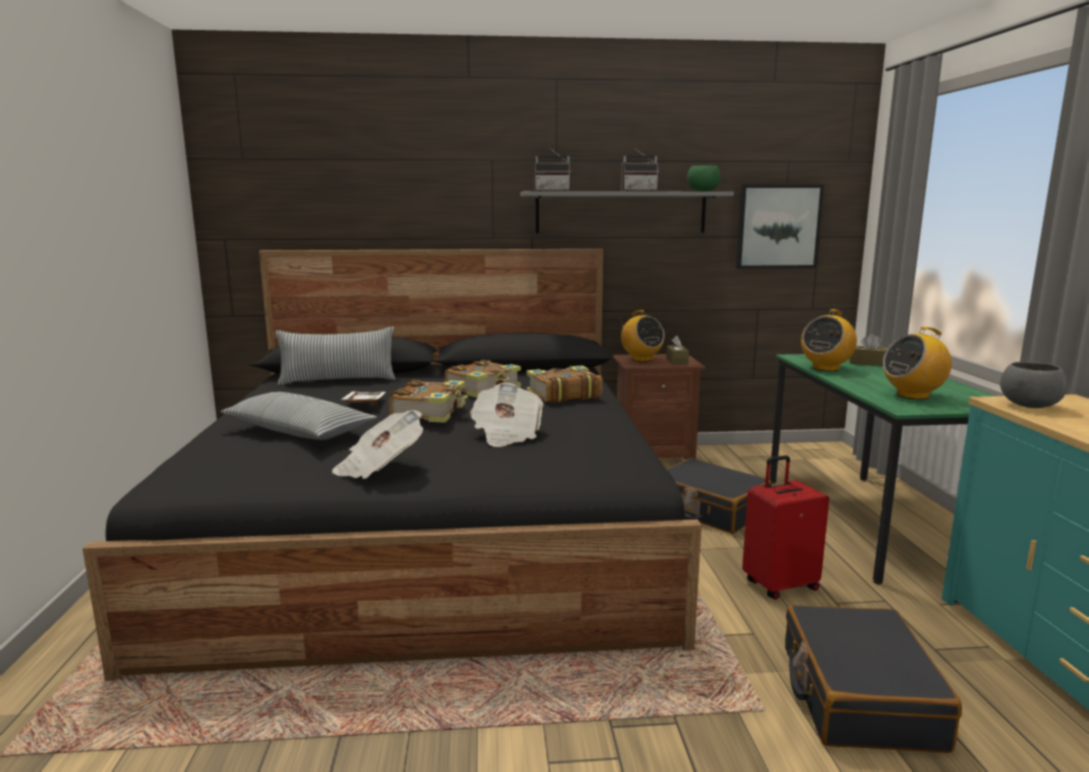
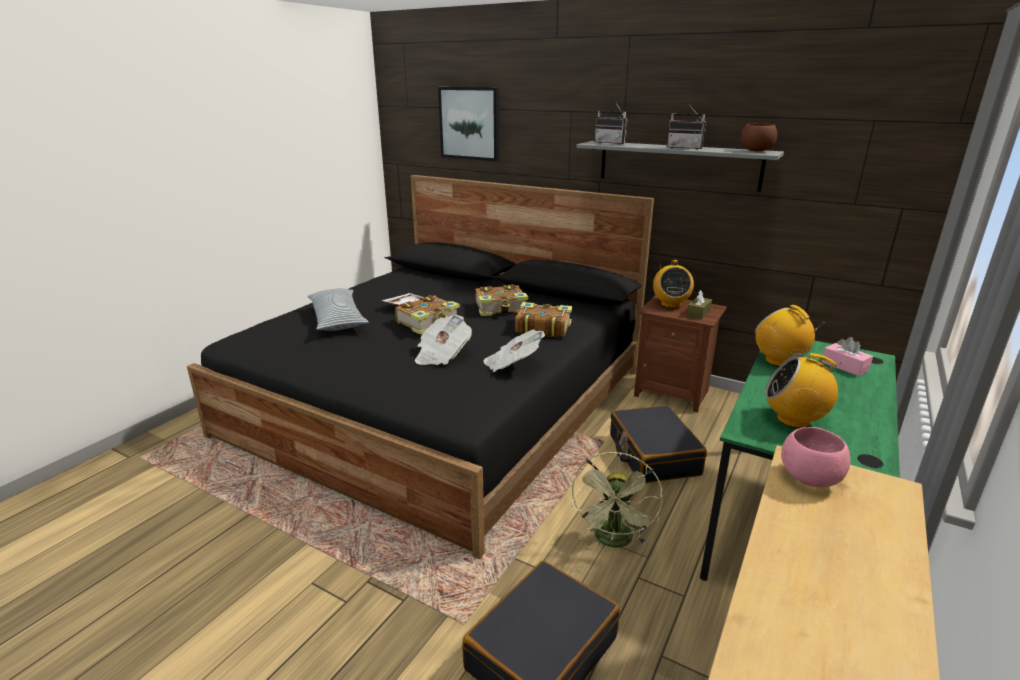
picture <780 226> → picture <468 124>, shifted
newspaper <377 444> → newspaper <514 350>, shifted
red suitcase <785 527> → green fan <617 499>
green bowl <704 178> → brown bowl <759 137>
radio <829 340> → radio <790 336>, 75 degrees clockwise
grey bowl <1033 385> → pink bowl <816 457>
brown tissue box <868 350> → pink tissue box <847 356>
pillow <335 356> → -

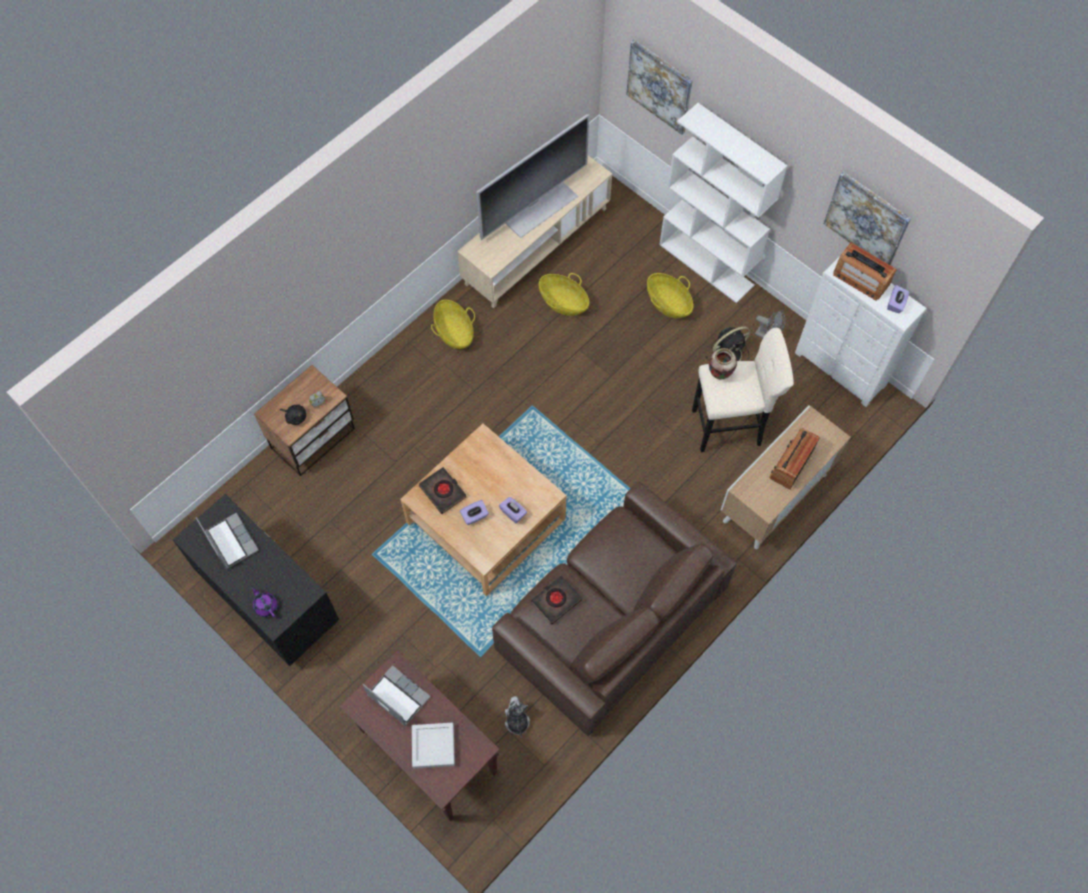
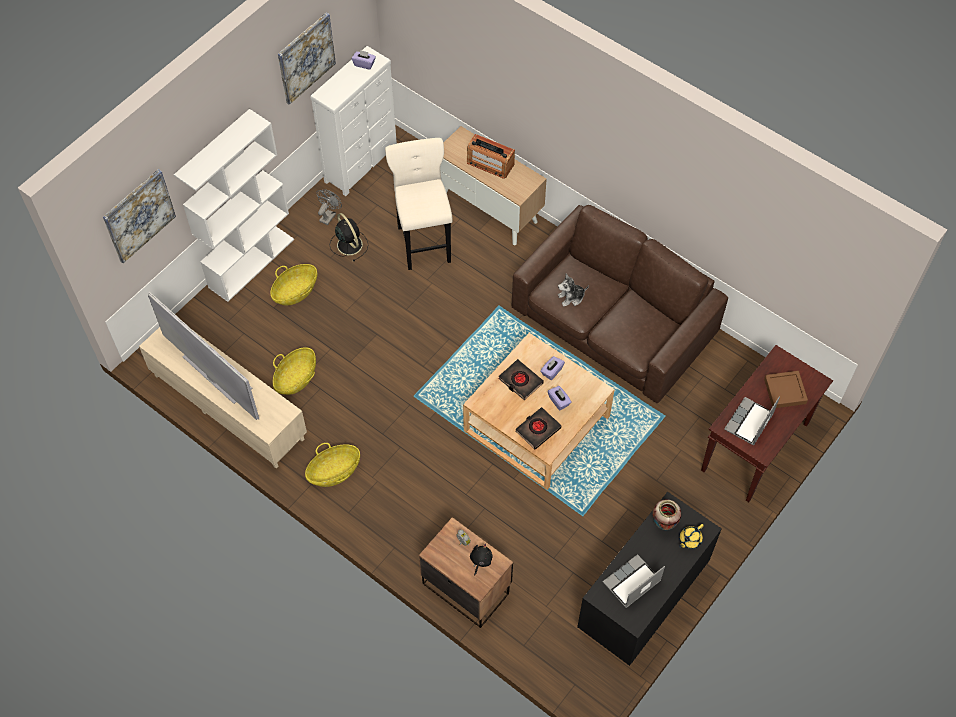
black book <556 600> → black book <521 379>, shifted
plush toy <517 717> → plush toy <573 290>, shifted
vase <723 364> → vase <667 514>, shifted
purple teapot <264 602> → yellow teapot <691 536>
grey tray <433 746> → brown tray <786 389>
radio <865 272> → -

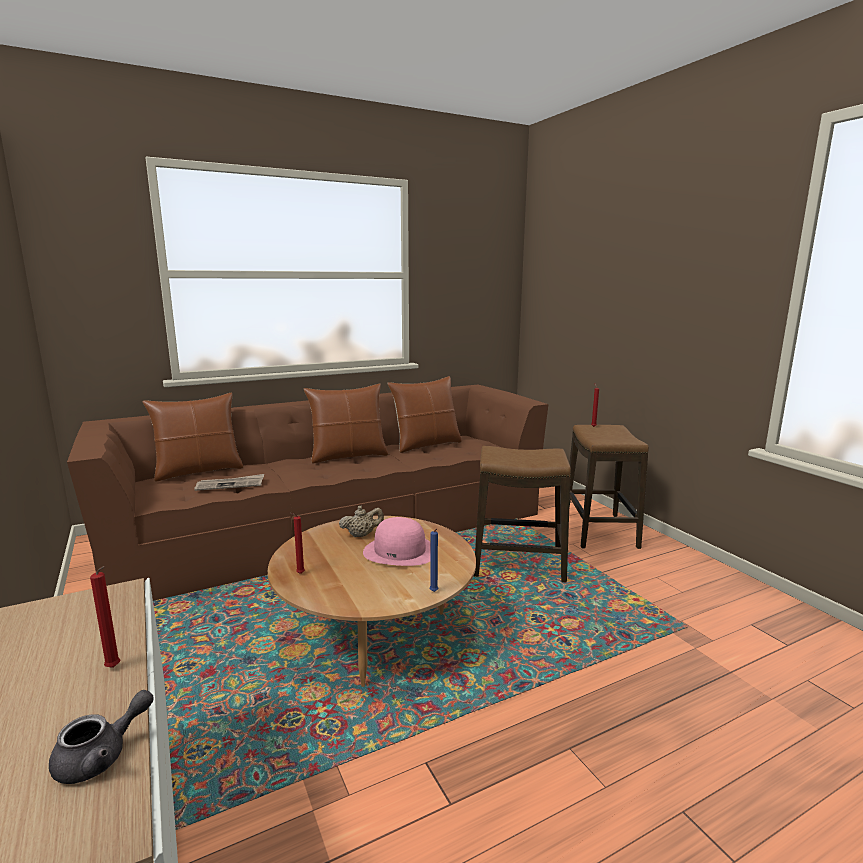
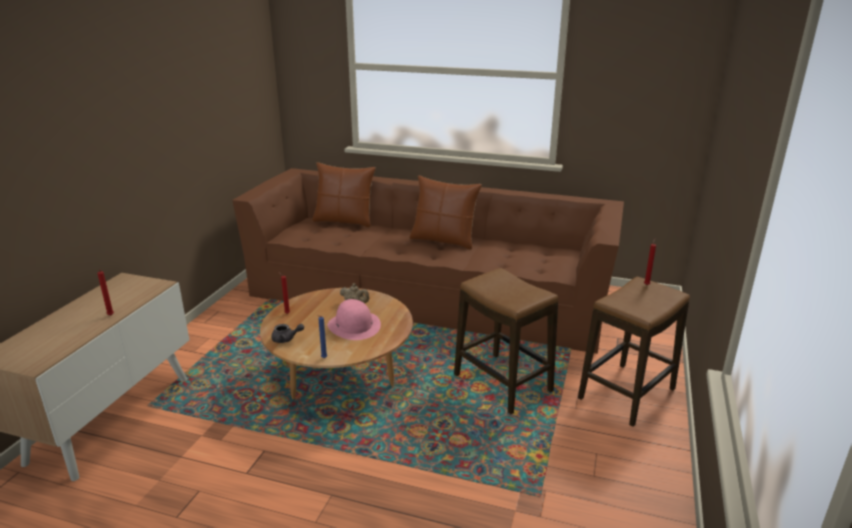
grey teapot <101 737> → grey teapot <287 333>, shifted
newspaper <229 482> → -
brown pillow <424 414> → -

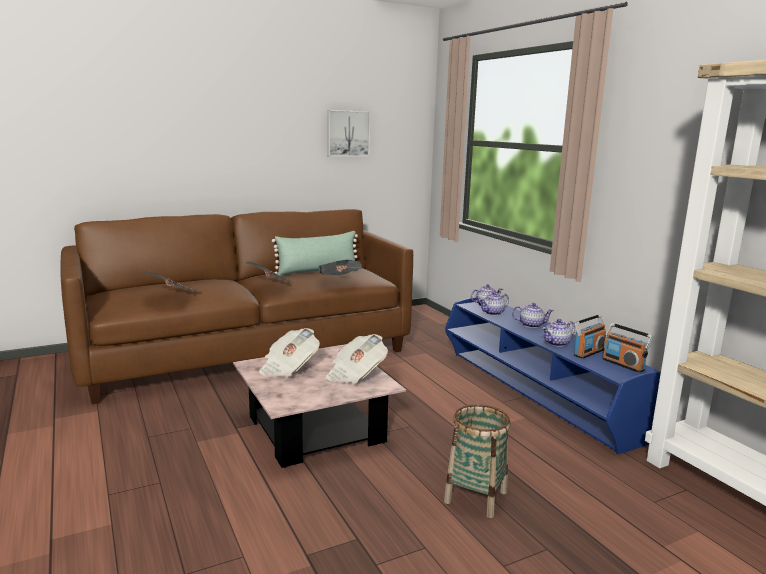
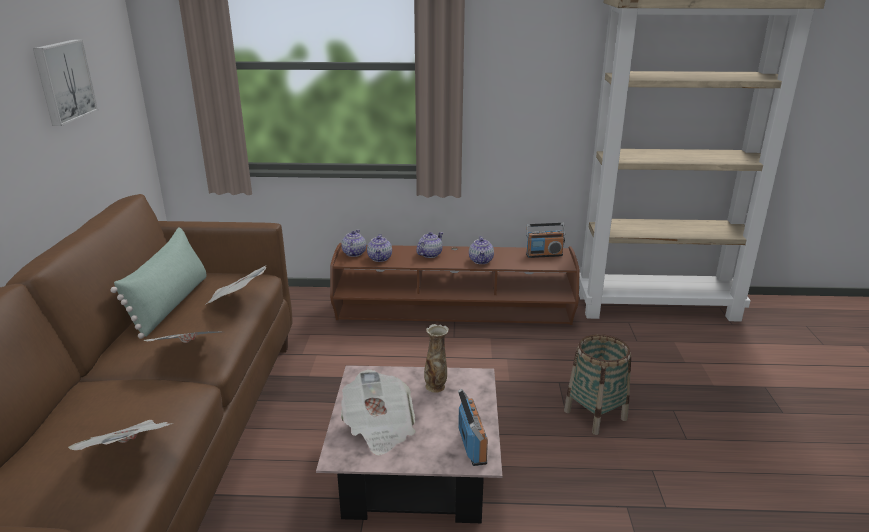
blue tv stand <553 375> → brown tv stand <455 284>
newspaper <357 359> → vase <436 358>
radio <590 336> → radio <473 427>, shifted

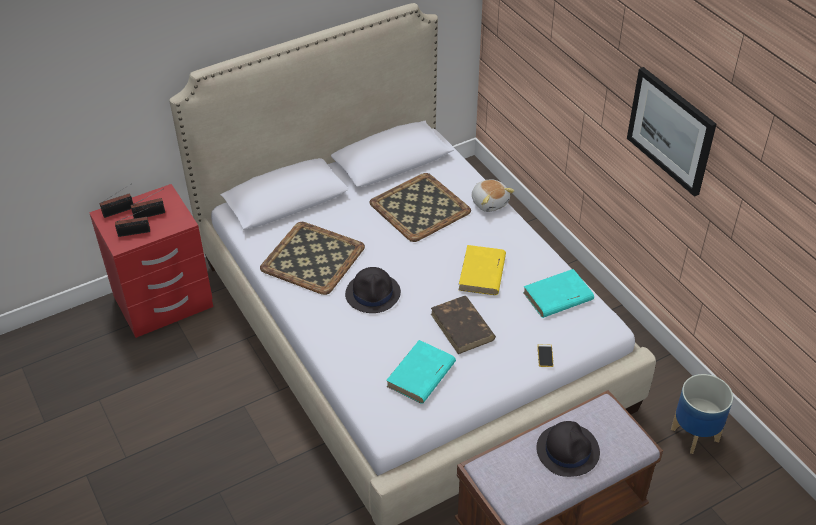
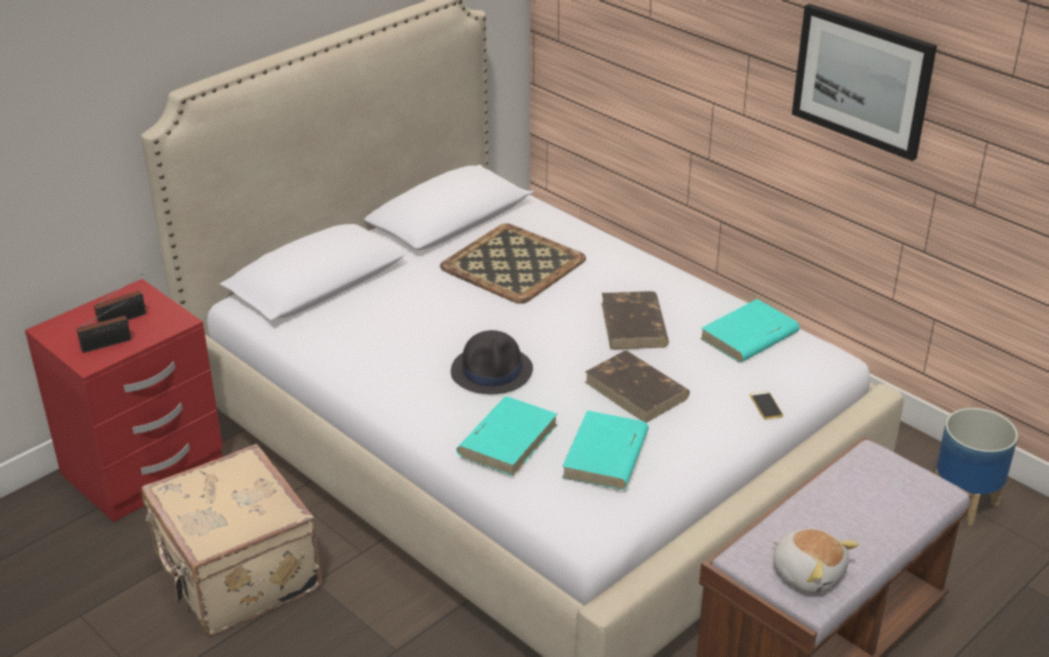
- → beige suitcase <231 539>
- → turquoise book <506 436>
yellow book <482 270> → brown book <635 320>
plush toy <493 195> → plush toy <815 560>, shifted
radio <116 201> → -
tray <312 258> → -
black hat <568 449> → -

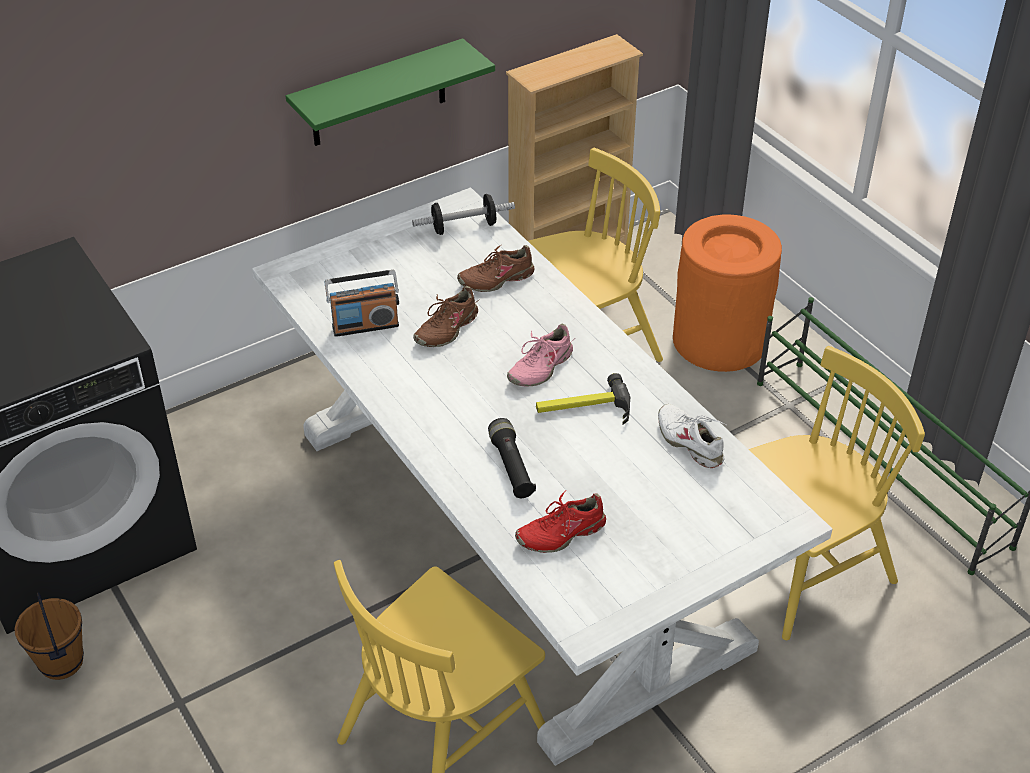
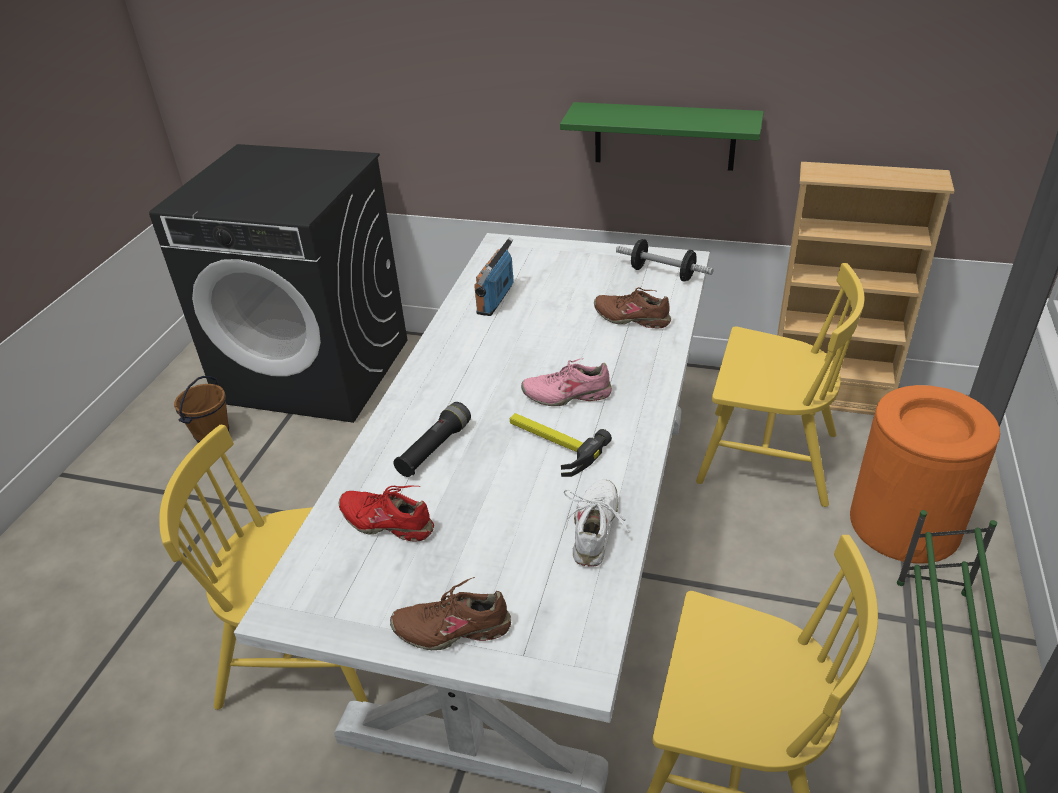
brown shoe <445 316> → brown shoe <450 613>, shifted
radio <362 303> → radio <494 276>, 75 degrees clockwise

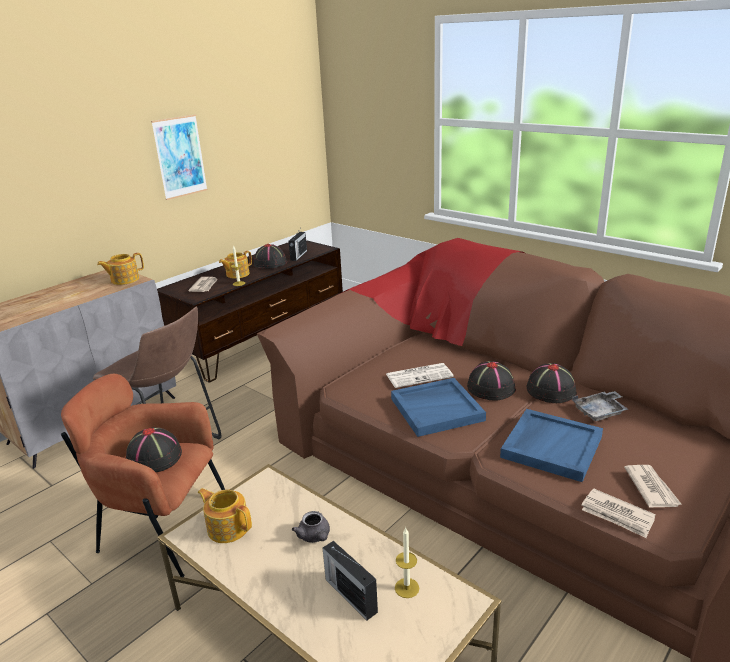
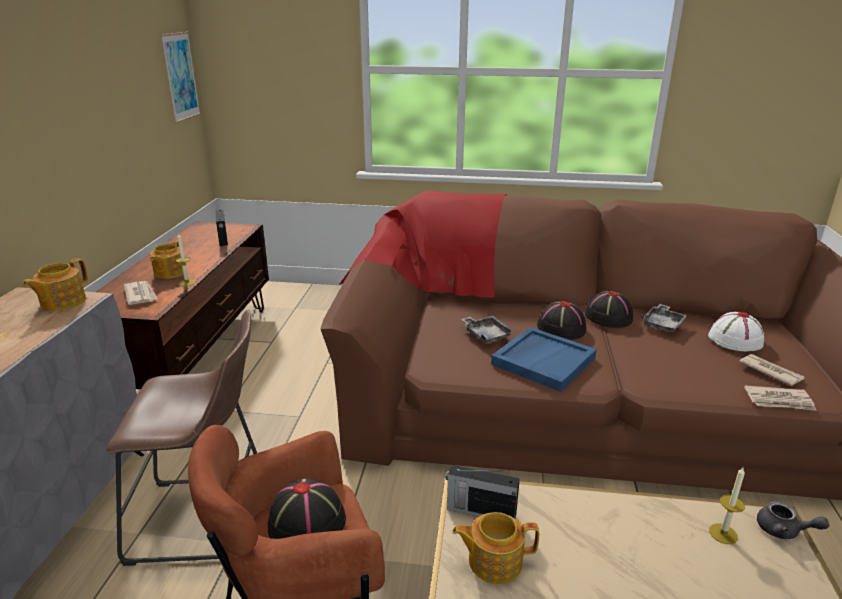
picture <179 157> → picture <181 77>, shifted
radio <350 580> → radio <483 491>, shifted
newspaper <420 375> → grey tray <488 329>
- → white hat <736 331>
grey teapot <311 527> → grey teapot <793 520>, shifted
black hat <270 256> → -
blue tray <551 445> → -

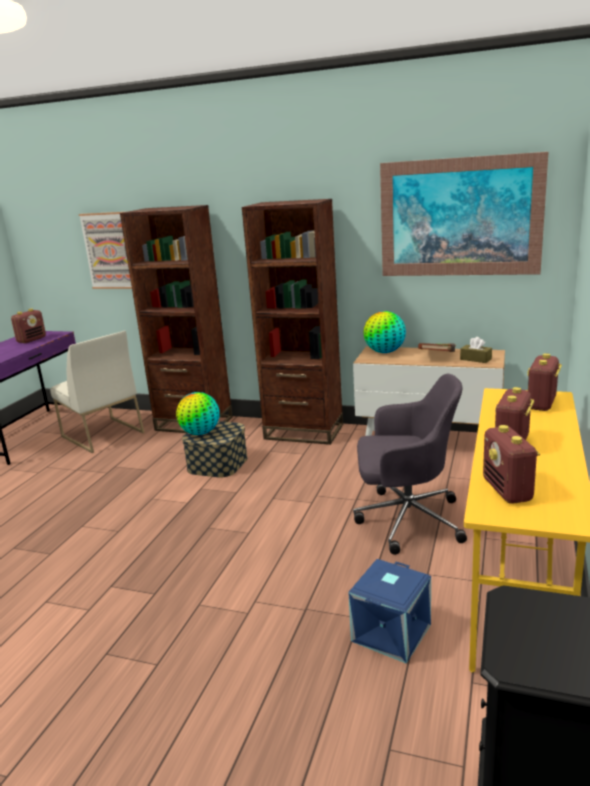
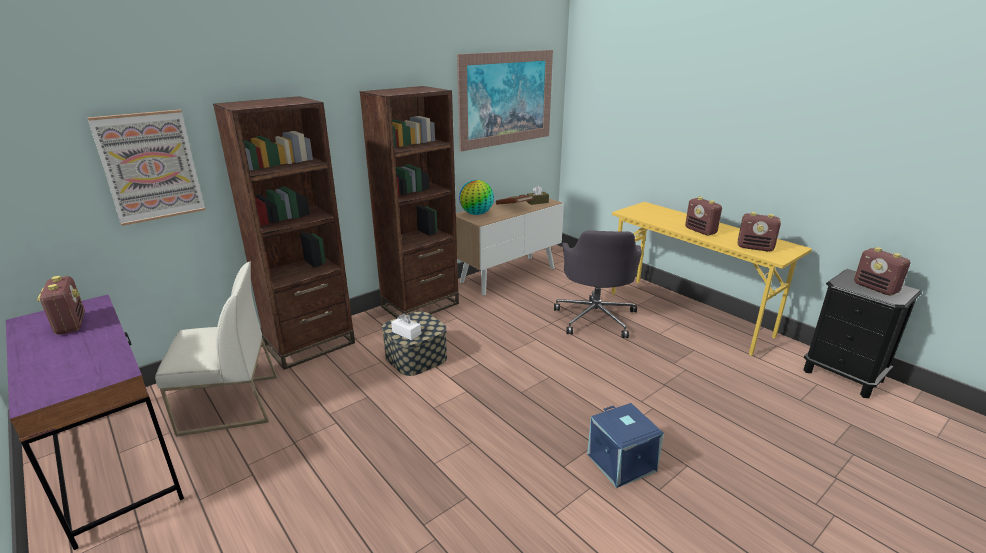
globe <198 413> → white tissue box <406 326>
grey office chair <410 464> → grey office chair <598 284>, 150 degrees clockwise
blue storage box <389 611> → blue storage box <625 445>, shifted
radio <544 382> → radio <882 271>, shifted

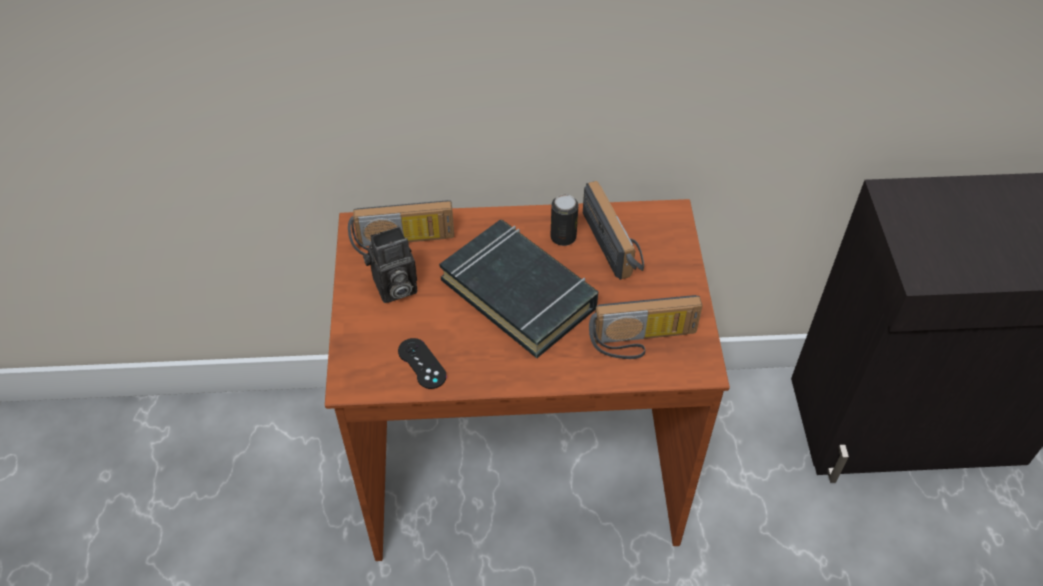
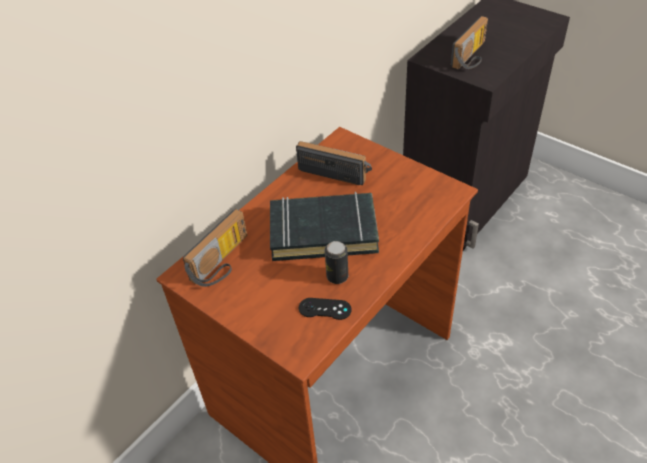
can <564 220> → can <336 262>, shifted
radio <645 327> → radio <469 42>, shifted
photo camera <390 264> → -

